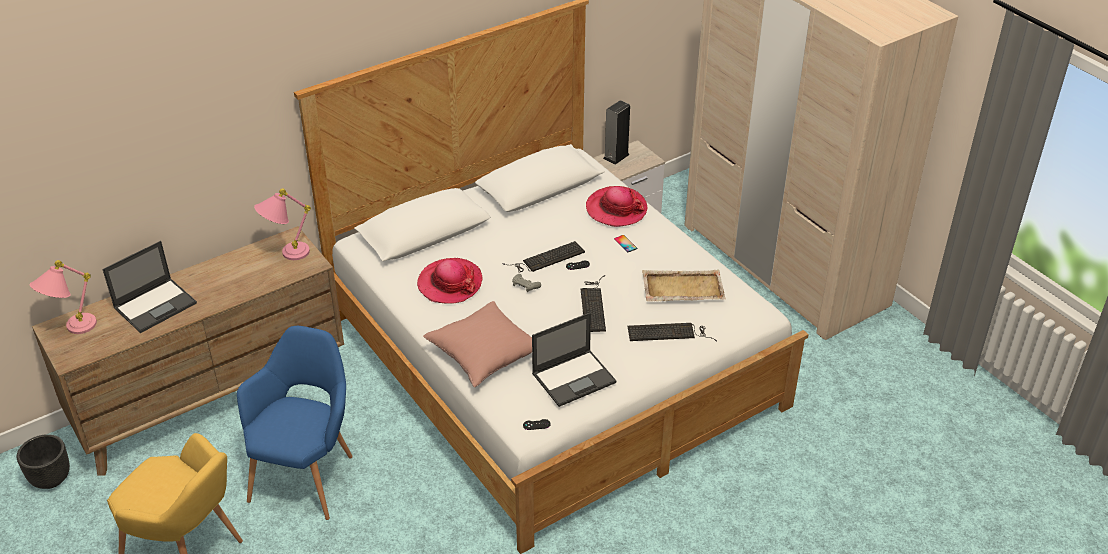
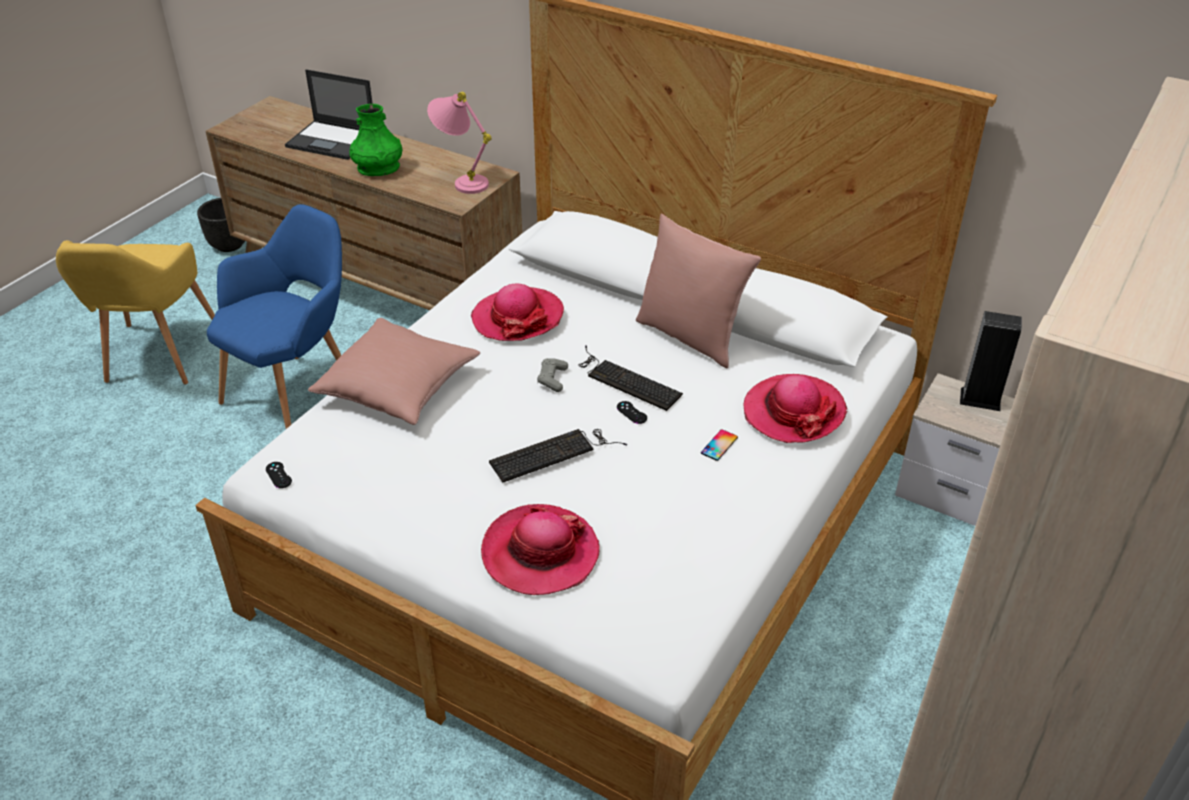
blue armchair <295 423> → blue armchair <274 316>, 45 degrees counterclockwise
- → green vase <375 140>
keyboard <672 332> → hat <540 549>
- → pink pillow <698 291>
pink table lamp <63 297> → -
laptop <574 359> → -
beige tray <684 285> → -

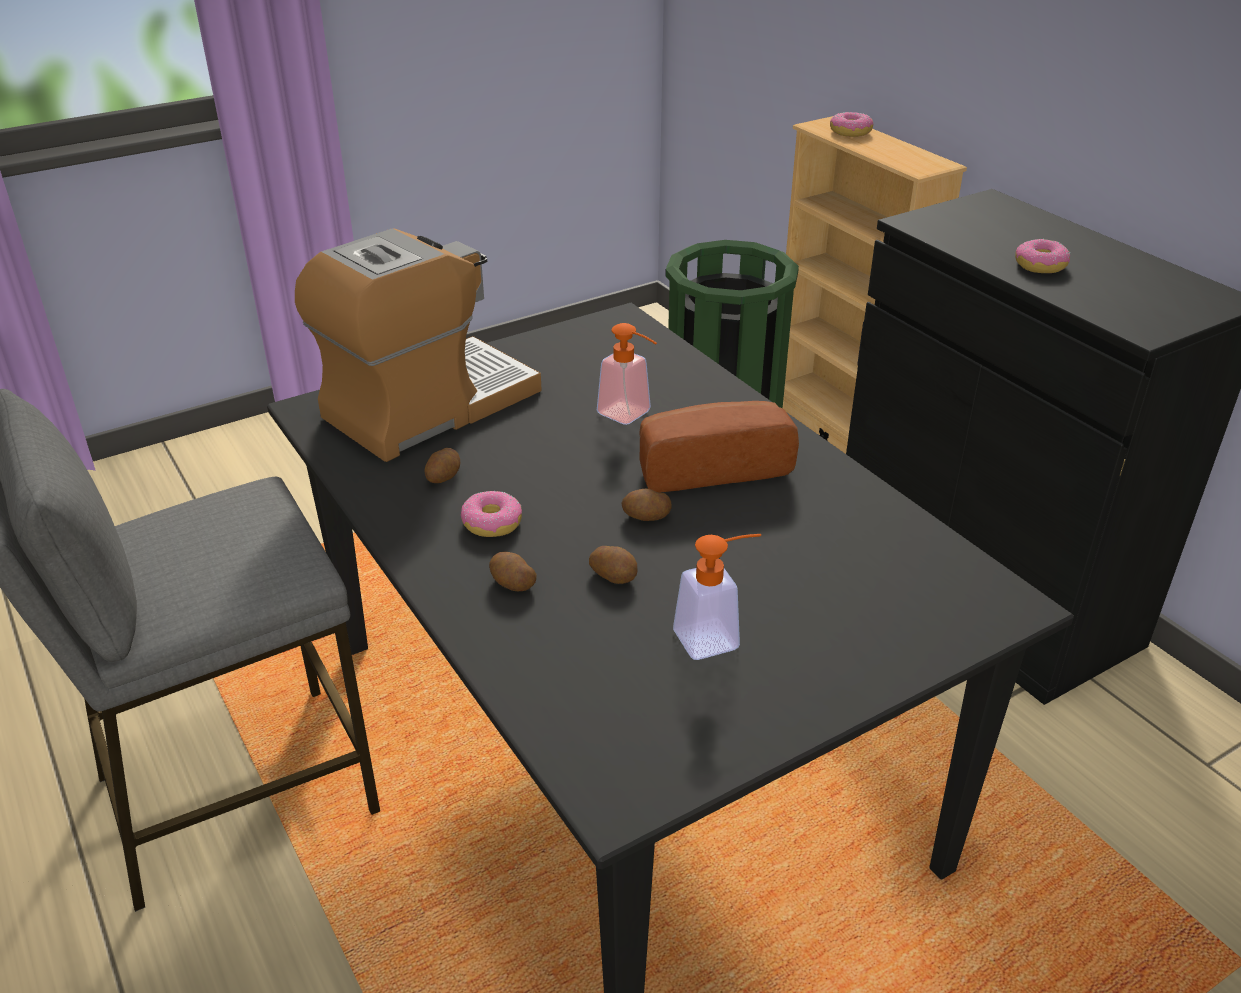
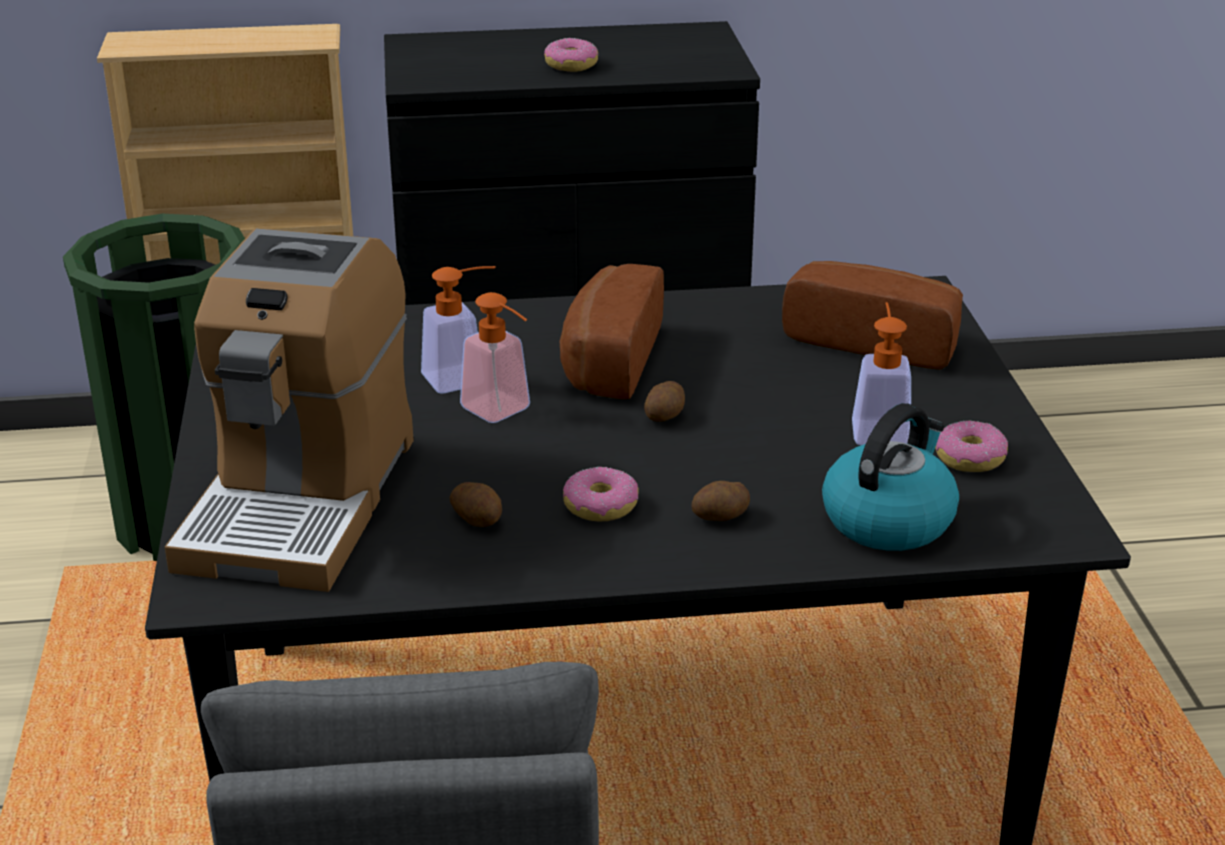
coffee machine <418 345> → coffee machine <289 410>, 150 degrees counterclockwise
- → soap dispenser <495 357>
- → bread <872 315>
- → kettle <890 477>
donut <851 124> → donut <971 446>, shifted
potato <613 565> → -

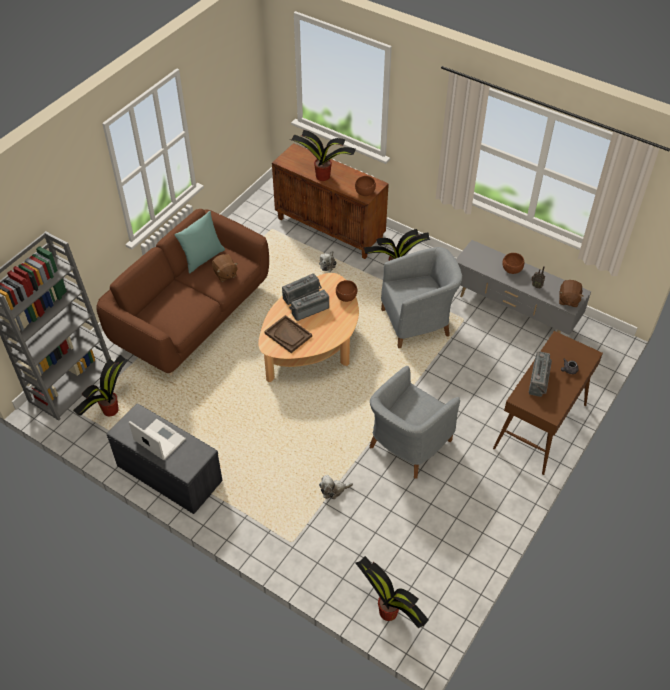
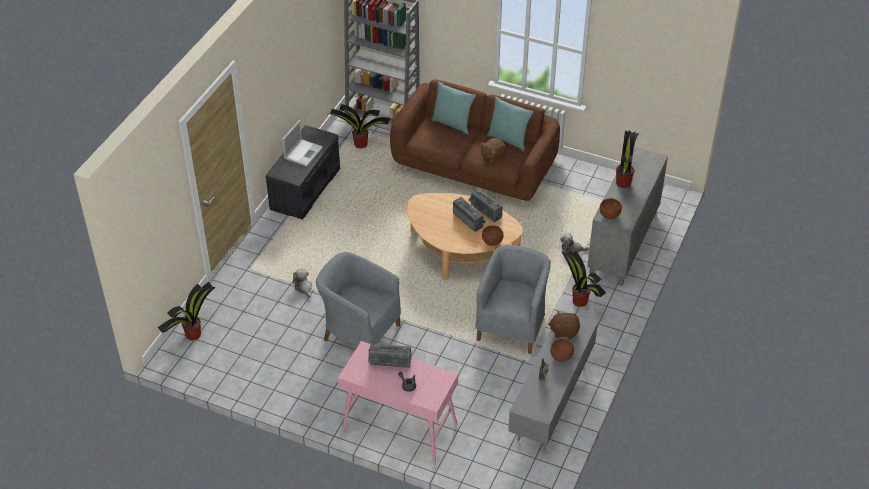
brown console table <548 403> → pink console table <398 403>
- → turquoise pillow <453 107>
grey armchair <421 297> → grey armchair <513 299>, 135 degrees counterclockwise
brown plush toy <571 293> → brown plush toy <564 325>, shifted
brown cabinet <330 201> → grey cabinet <627 216>
brown tray <288 334> → -

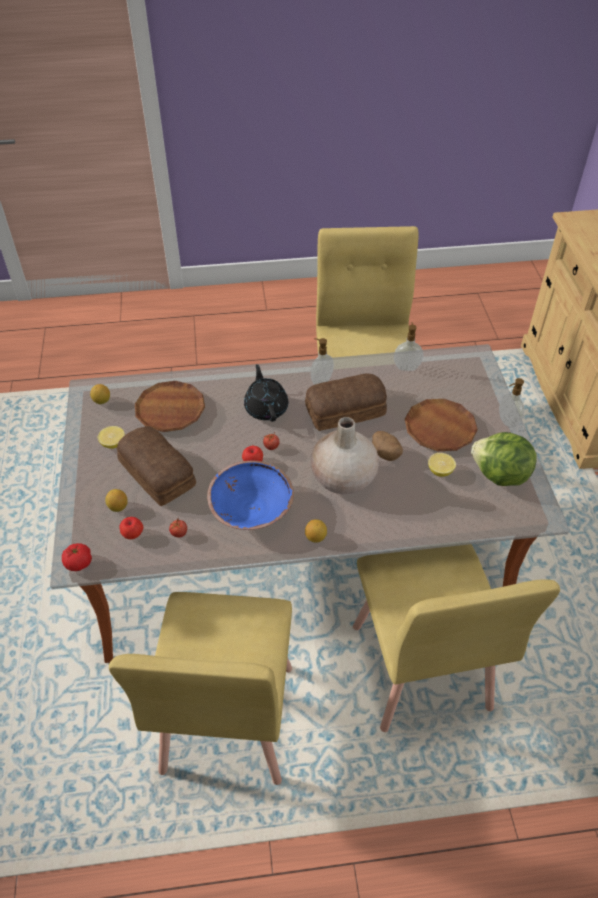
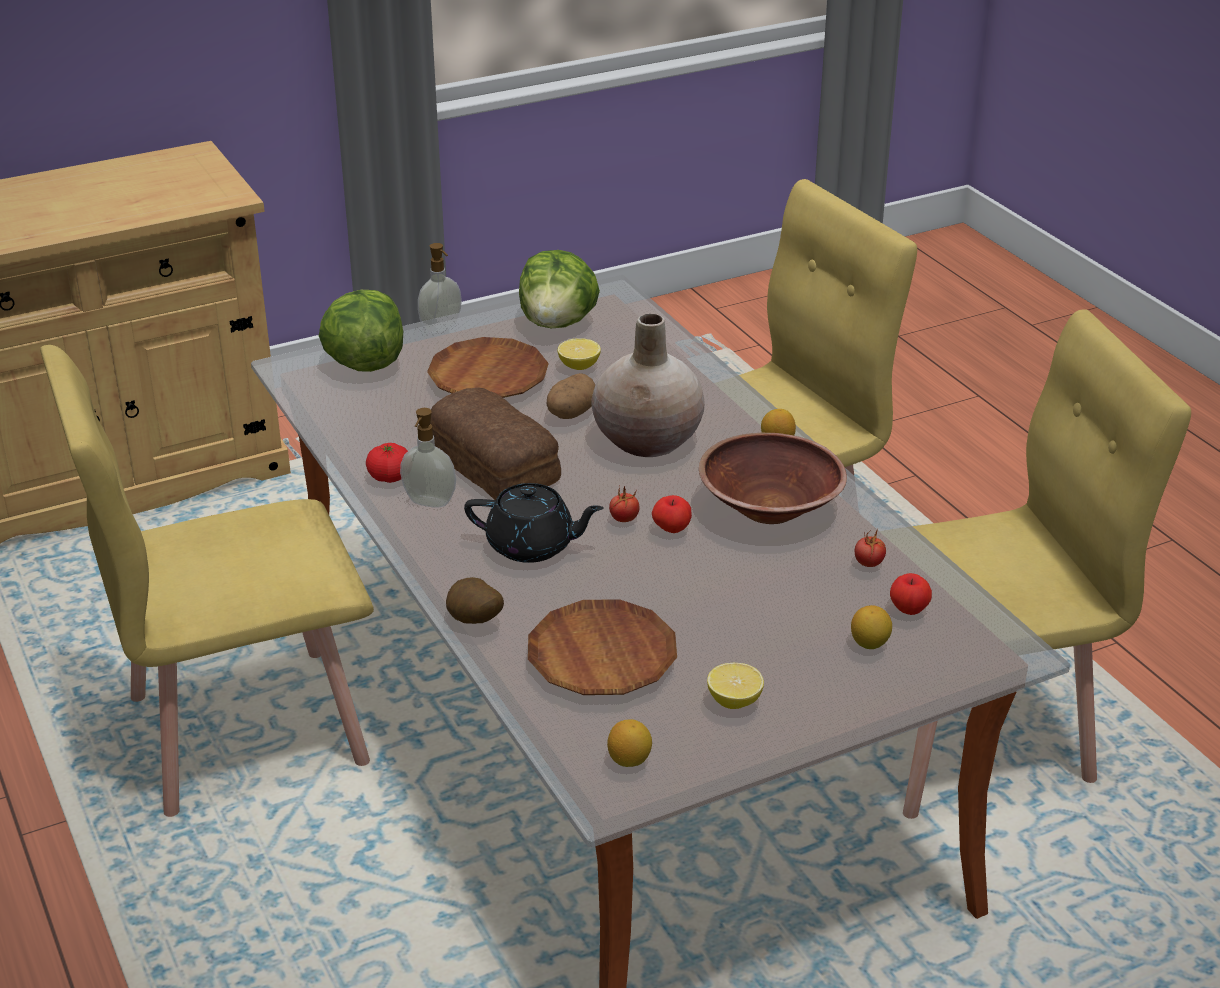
- → lettuce <361 331>
tomato <77 557> → tomato <387 463>, shifted
- → potato <475 600>
black teapot <266 393> → black teapot <534 523>, 135 degrees counterclockwise
blue bowl <250 495> → brown bowl <773 478>
bread <156 466> → -
soap dispenser <408 346> → -

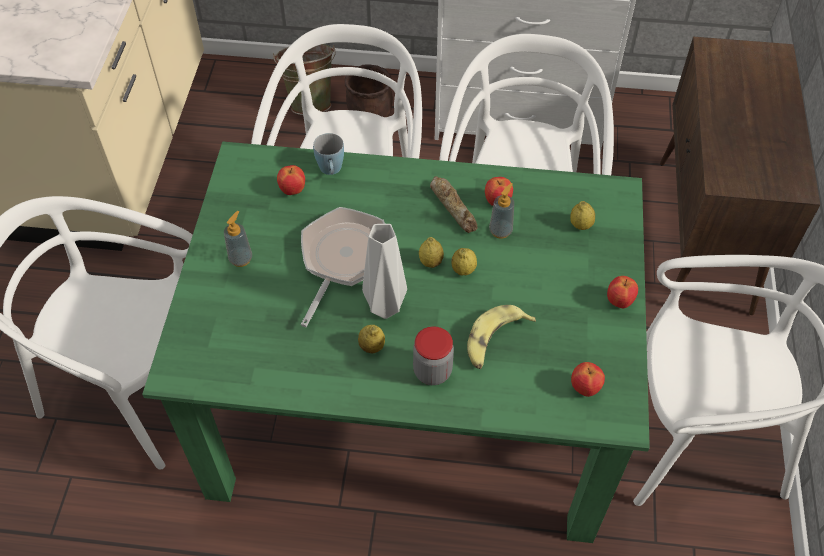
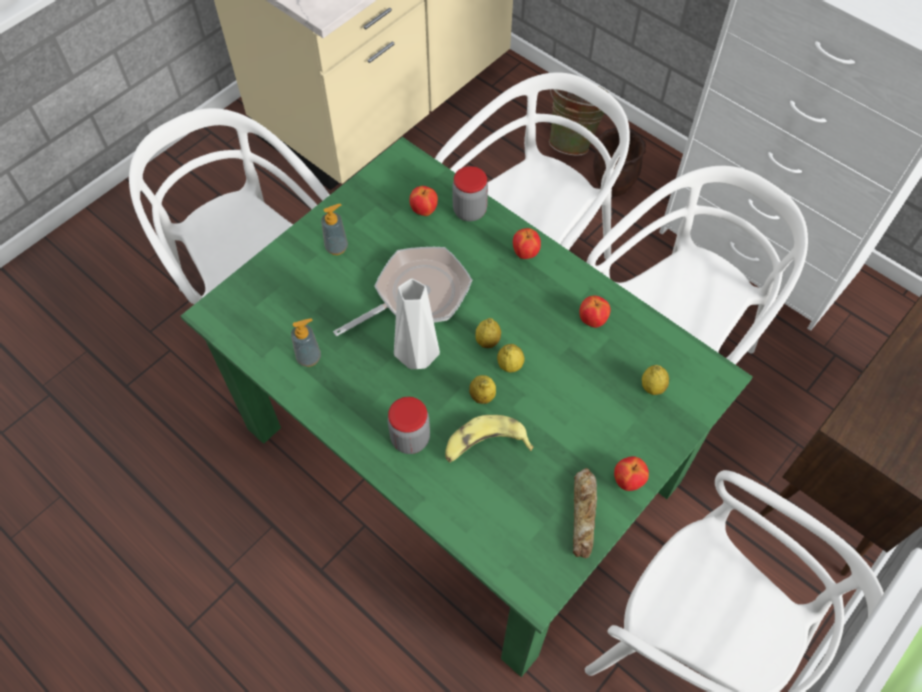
soap dispenser <501 210> → soap dispenser <306 343>, shifted
blue mug <328 154> → jar <470 193>
lemon <371 339> → lemon <482 389>, shifted
apple <588 379> → apple <527 243>, shifted
bread <454 204> → bread <585 513>, shifted

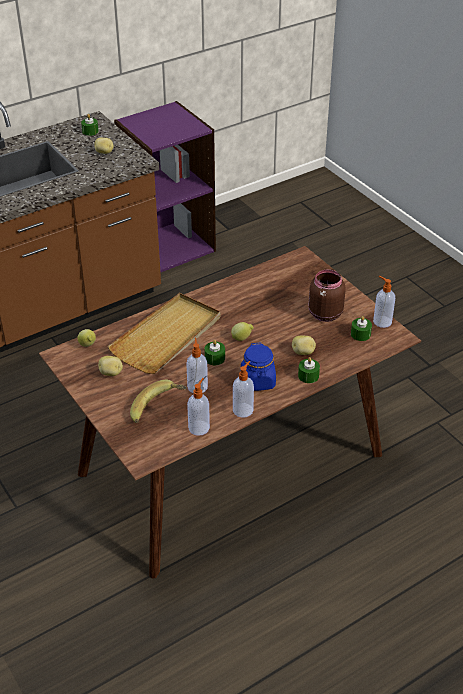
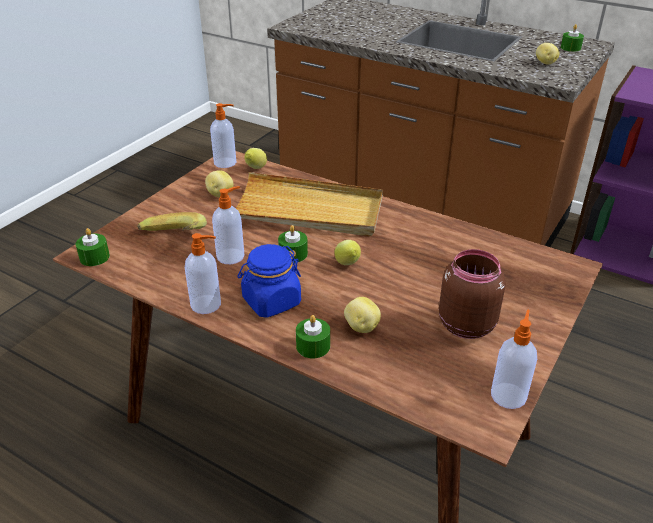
green candle <361 328> → green candle <93 247>, shifted
soap dispenser <198 407> → soap dispenser <223 135>, shifted

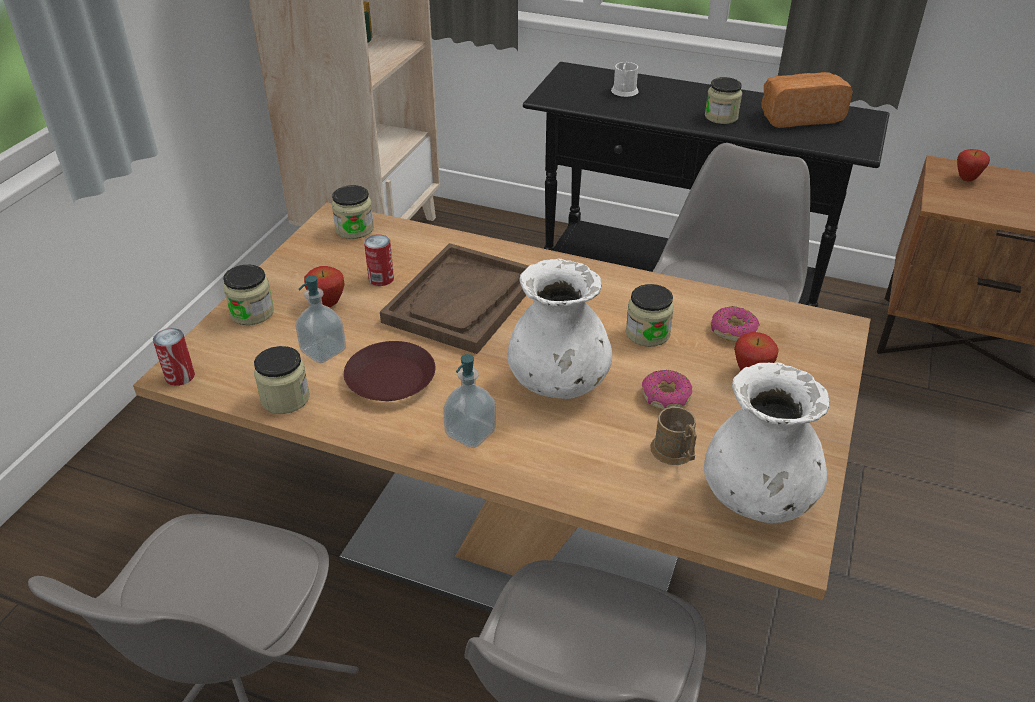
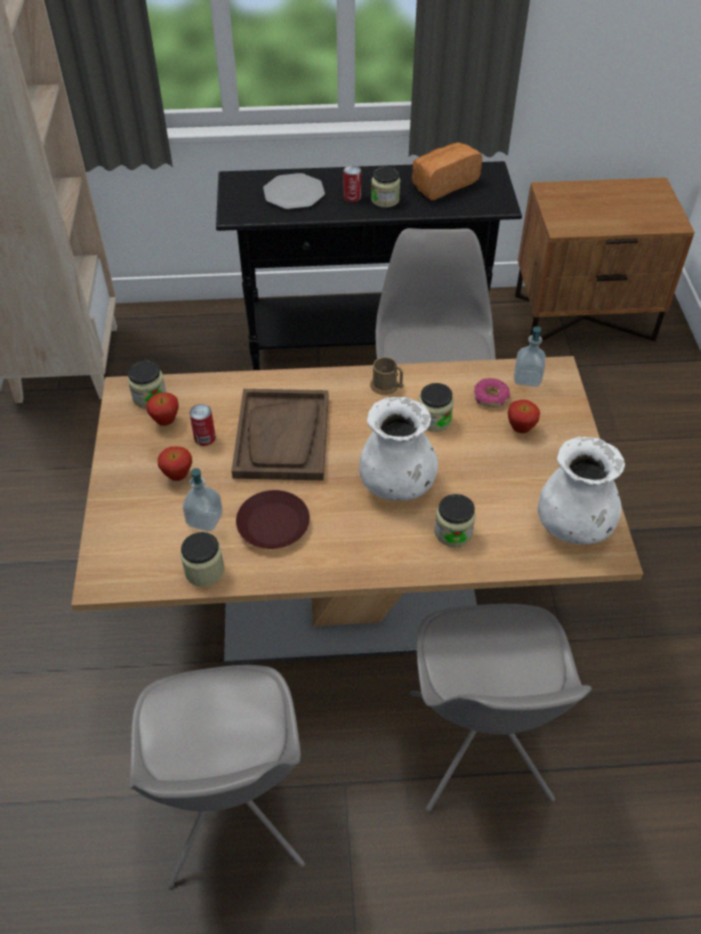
apple <973 165> → apple <162 409>, shifted
white mug <625 79> → plate <294 191>
can <174 357> → can <352 183>, shifted
brown mug <673 436> → brown mug <387 376>, shifted
jar <248 295> → jar <455 520>, shifted
soap dispenser <469 401> → soap dispenser <530 357>, shifted
donut <667 390> → -

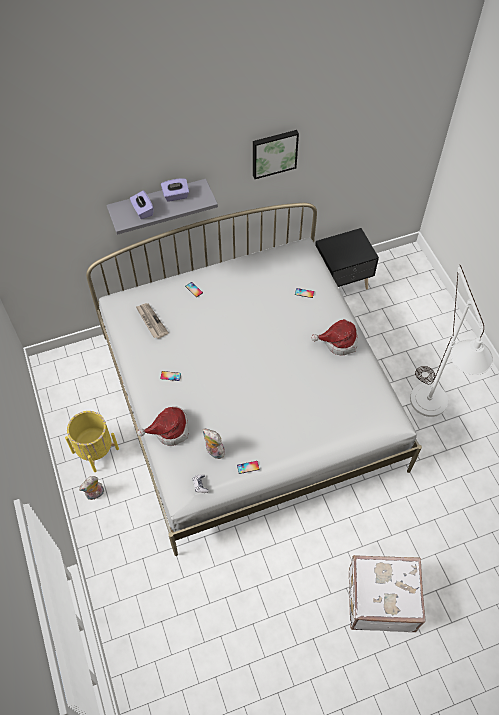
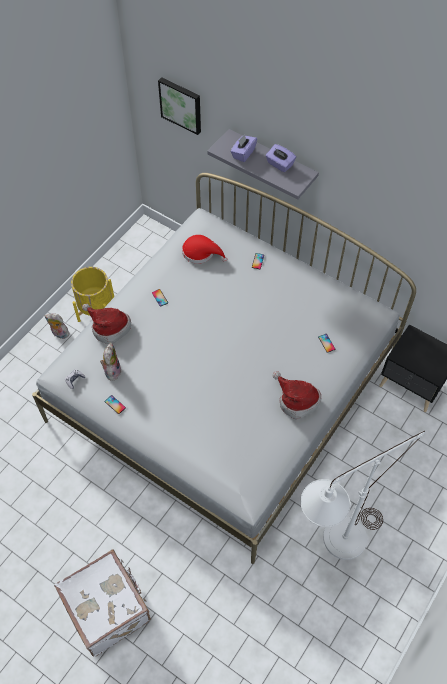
picture <276 154> → picture <179 106>, shifted
newspaper <152 321> → red hat <204 249>

